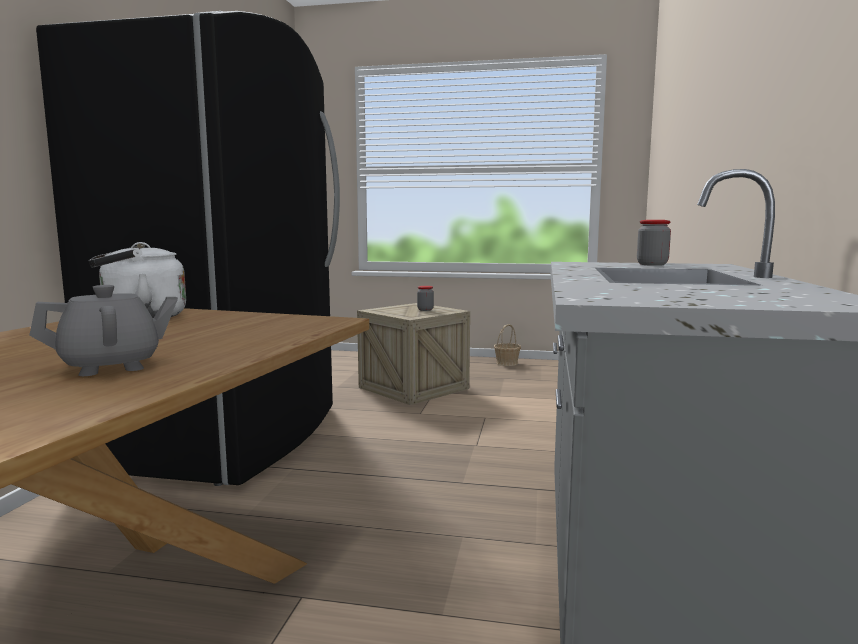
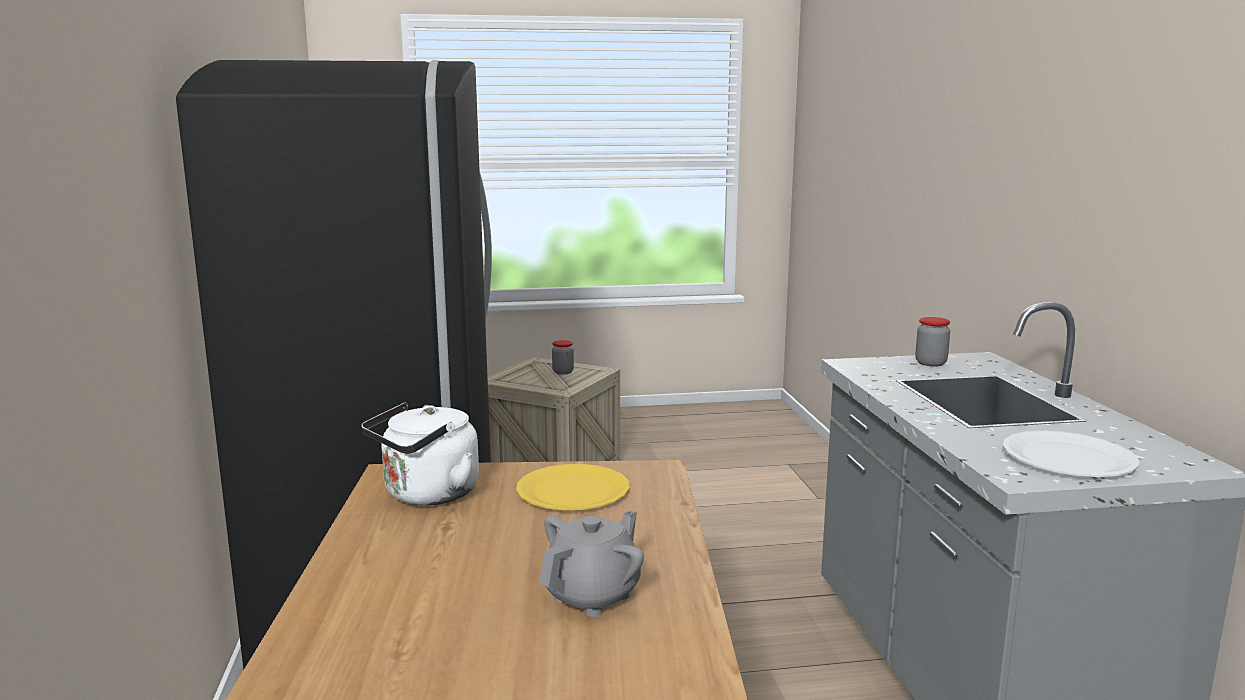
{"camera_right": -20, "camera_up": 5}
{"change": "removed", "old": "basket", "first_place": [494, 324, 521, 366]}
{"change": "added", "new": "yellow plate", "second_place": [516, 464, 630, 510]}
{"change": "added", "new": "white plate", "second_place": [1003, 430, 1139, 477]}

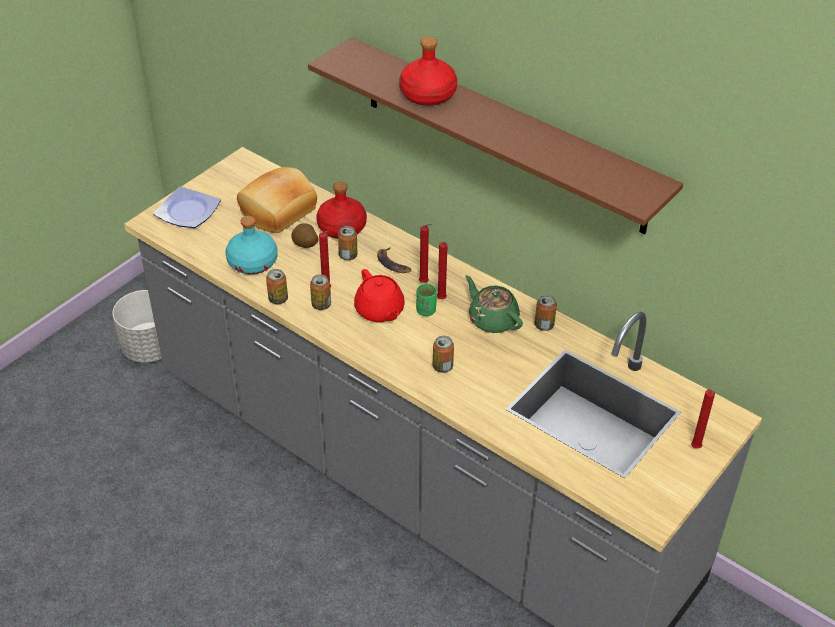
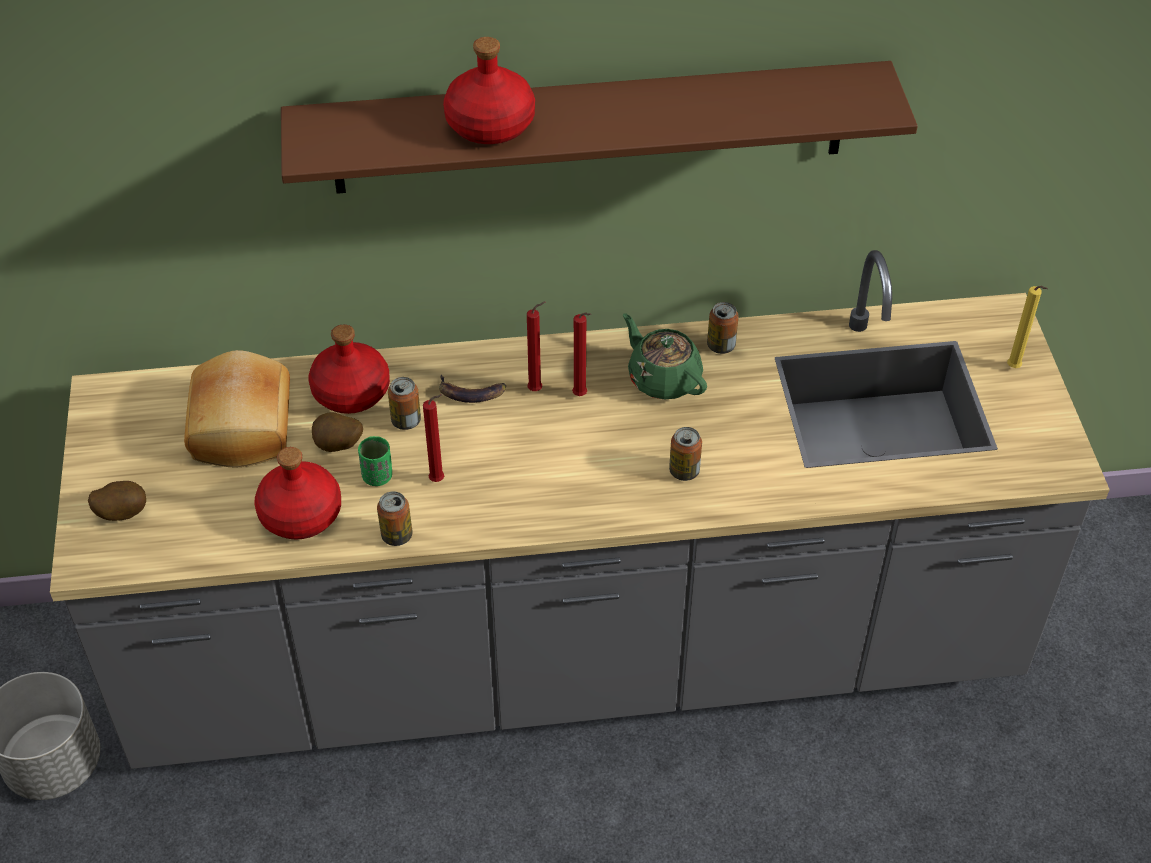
{"camera_right": -45, "camera_up": 5}
{"change": "removed", "old": "can", "first_place": [310, 274, 331, 310]}
{"change": "removed", "old": "red teapot", "first_place": [354, 269, 405, 322]}
{"change": "moved", "old": "green cup", "first_place": [416, 284, 437, 316], "second_place": [358, 436, 392, 486]}
{"change": "replaced", "old": "plate", "new": "potato", "first_place": [153, 186, 221, 228], "second_place": [88, 481, 146, 521]}
{"change": "recoloured", "old": "turquoise bottle", "new": "red bottle", "first_place": [225, 216, 278, 274], "second_place": [254, 447, 341, 540]}
{"change": "recoloured", "old": "red candle", "new": "yellow candle", "first_place": [691, 390, 715, 449], "second_place": [1007, 286, 1048, 368]}
{"change": "turned", "old": "green teapot", "first_place": [465, 275, 523, 333], "second_place": [623, 313, 707, 400], "degrees": 45}

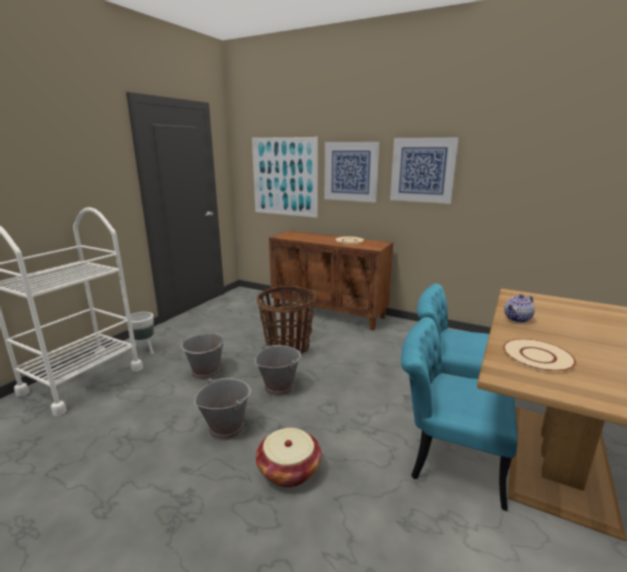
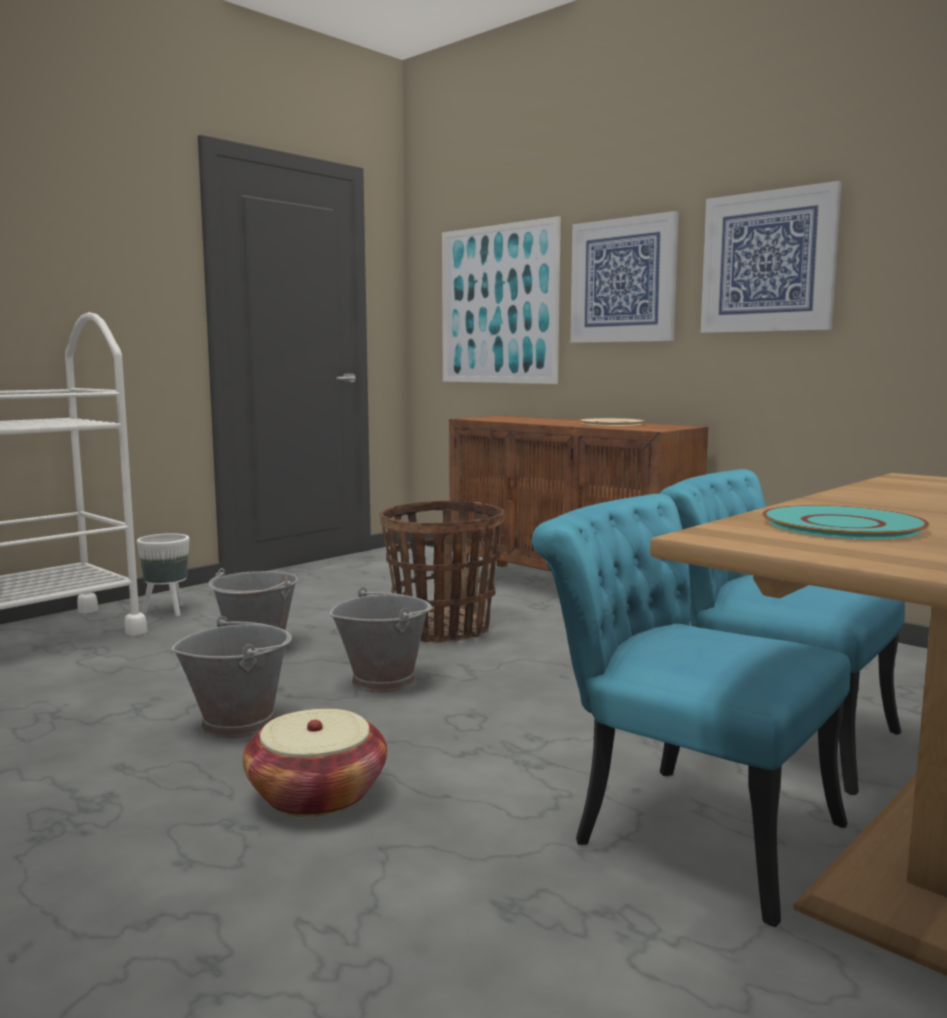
{"camera_right": 15, "camera_up": -10}
{"change": "removed", "old": "teapot", "first_place": [504, 294, 535, 323]}
{"change": "recoloured", "old": "beige plate", "new": "turquoise plate", "first_place": [503, 339, 576, 372], "second_place": [762, 505, 930, 540]}

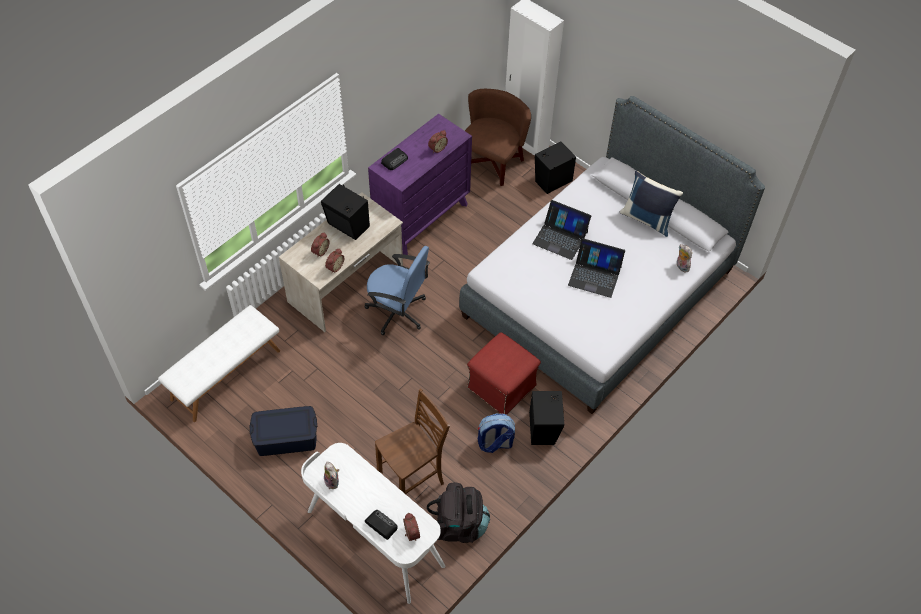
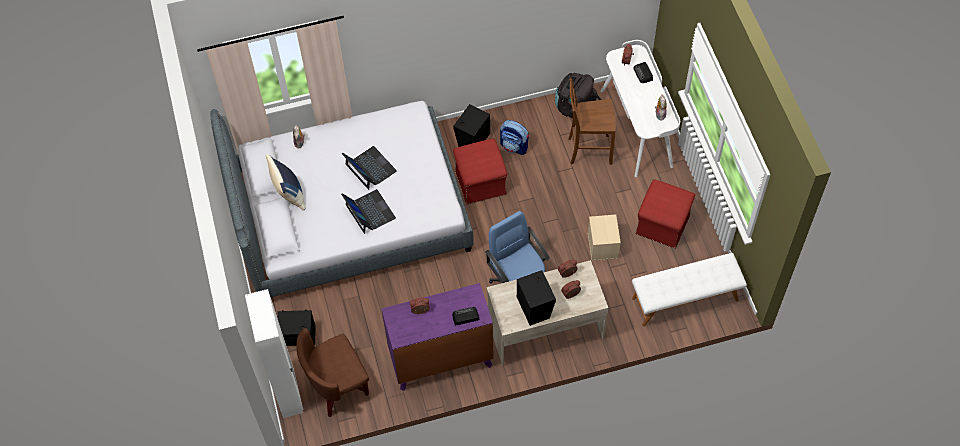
{"camera_right": -145, "camera_up": 5}
{"change": "added", "new": "beige storage box", "second_place": [588, 215, 621, 261]}
{"change": "replaced", "old": "blue storage box", "new": "red ottoman", "first_place": [250, 406, 317, 456], "second_place": [636, 179, 695, 248]}

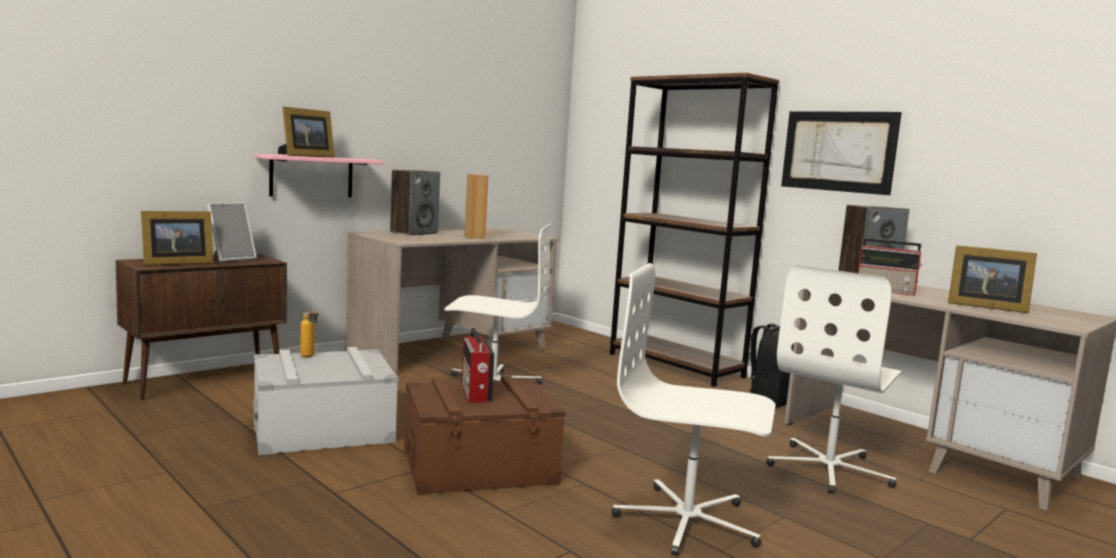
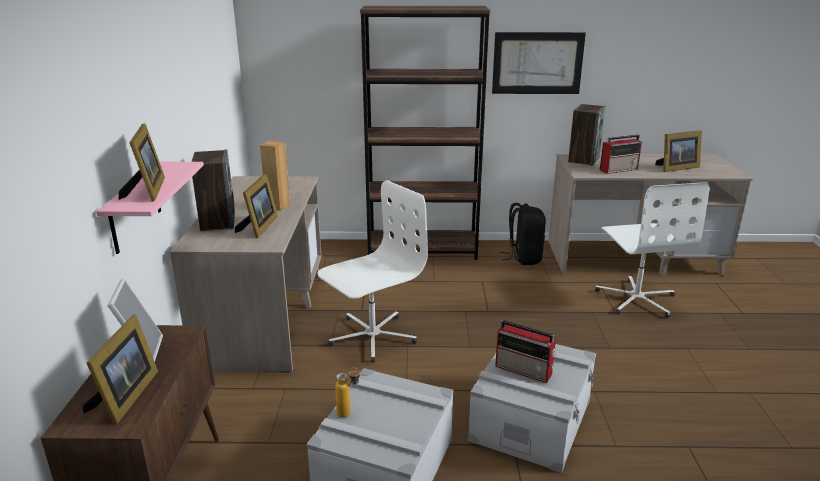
{"camera_right": -45, "camera_up": 15}
{"change": "removed", "old": "white office chair", "first_place": [612, 263, 776, 556]}
{"change": "added", "new": "picture frame", "second_place": [235, 174, 278, 238]}
{"change": "recoloured", "old": "brown storage box", "new": "grey storage box", "first_place": [404, 376, 565, 495], "second_place": [468, 344, 596, 473]}

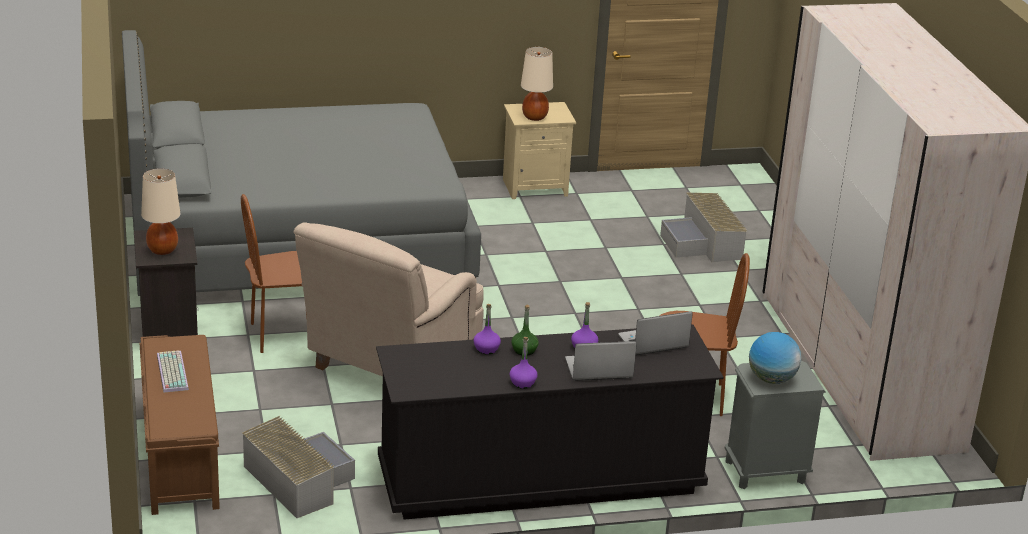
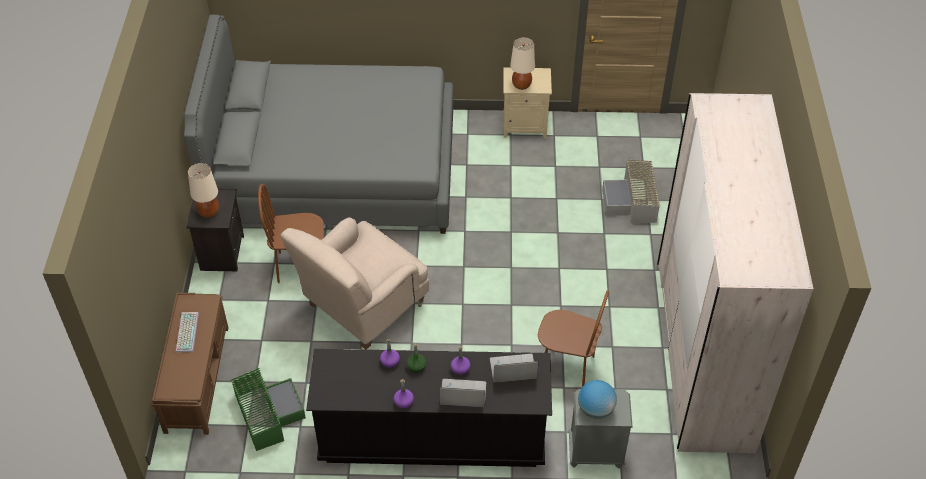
{"camera_right": 15, "camera_up": 20}
{"change": "recoloured", "old": "grey storage box", "new": "green storage box", "first_place": [242, 416, 355, 518], "second_place": [231, 368, 306, 451]}

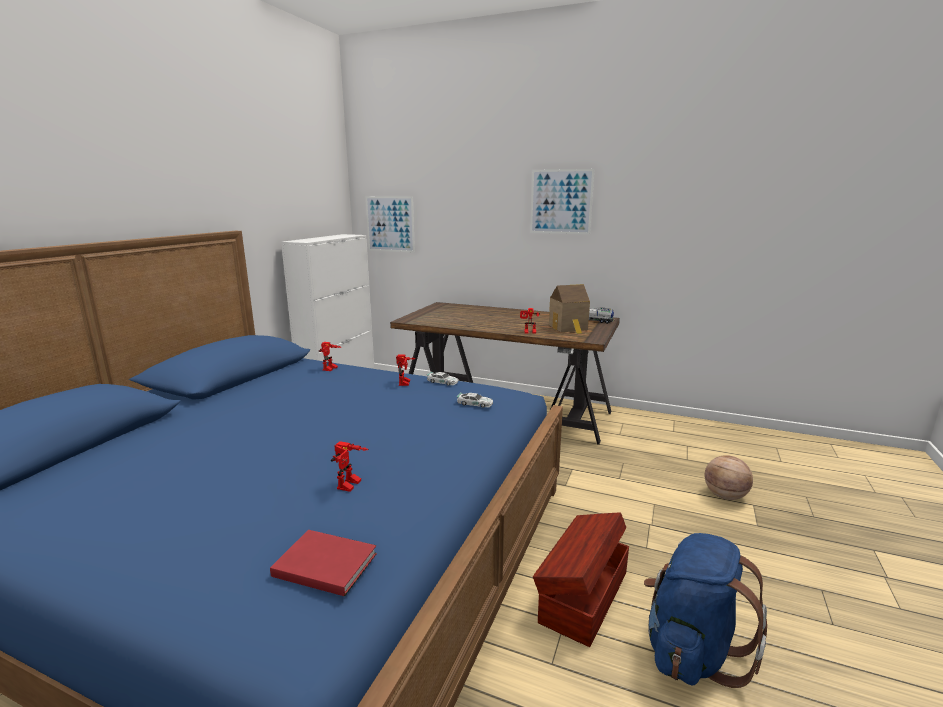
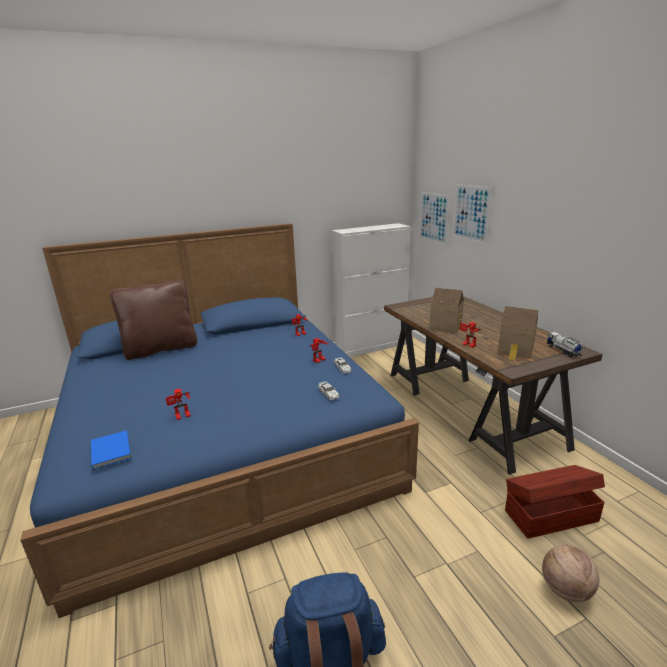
{"camera_right": 45, "camera_up": 5}
{"change": "added", "new": "brown pillow", "second_place": [110, 280, 197, 360]}
{"change": "added", "new": "toy house", "second_place": [429, 288, 464, 333]}
{"change": "moved", "old": "picture", "first_place": [530, 169, 595, 235], "second_place": [453, 184, 493, 244]}
{"change": "moved", "old": "brown storage box", "first_place": [533, 512, 629, 647], "second_place": [505, 465, 605, 539]}
{"change": "recoloured", "old": "red book", "new": "blue book", "first_place": [270, 530, 377, 596], "second_place": [91, 430, 132, 470]}

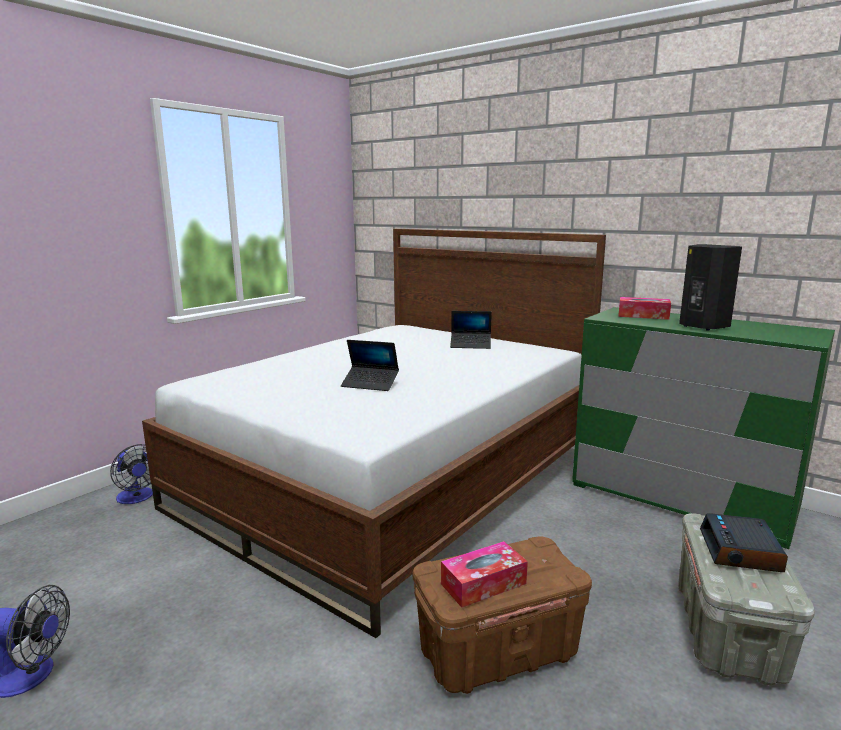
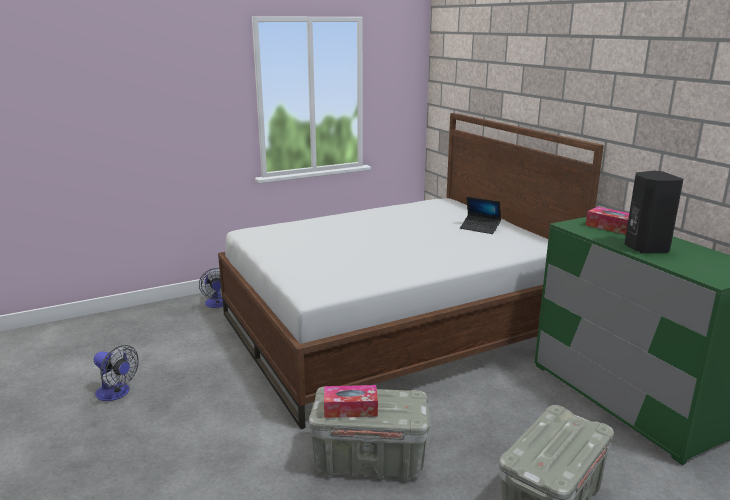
{"camera_right": 25, "camera_up": 5}
{"change": "removed", "old": "laptop", "first_place": [341, 340, 399, 391]}
{"change": "removed", "old": "alarm clock", "first_place": [700, 513, 788, 572]}
{"change": "recoloured", "old": "brown storage box", "new": "grey storage box", "first_place": [413, 537, 592, 694], "second_place": [309, 387, 430, 480]}

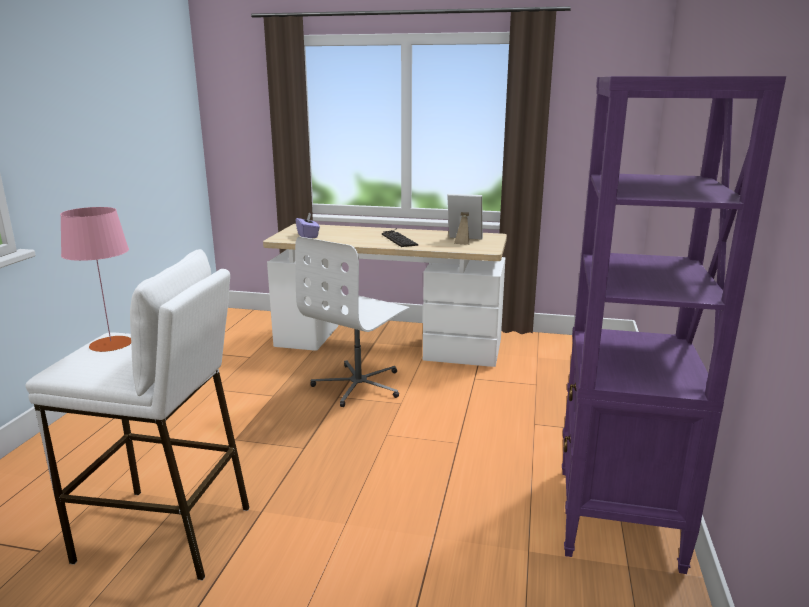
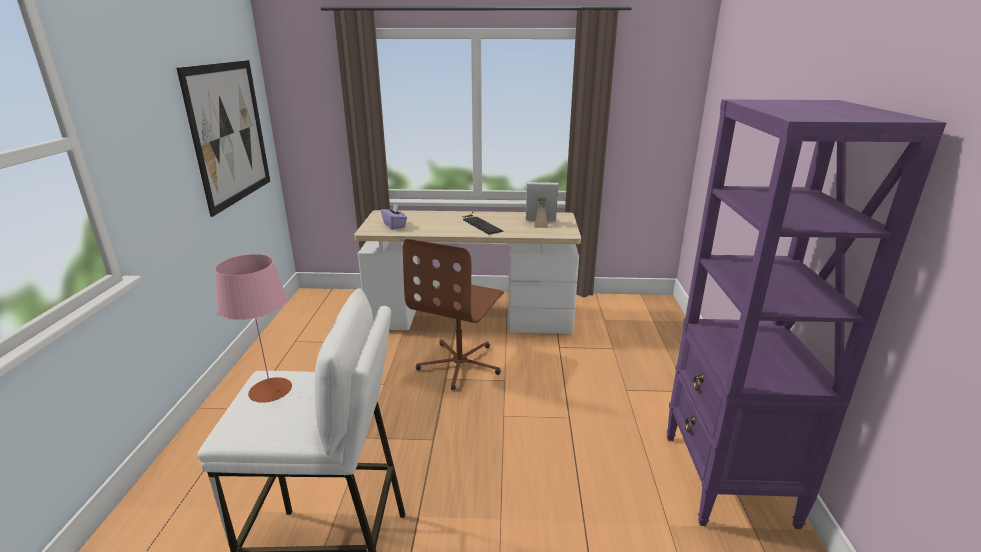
{"camera_right": -10, "camera_up": 5}
{"change": "added", "new": "picture", "second_place": [177, 60, 270, 217]}
{"change": "recoloured", "old": "white office chair", "new": "brown office chair", "first_place": [295, 236, 410, 407], "second_place": [403, 239, 504, 390]}

